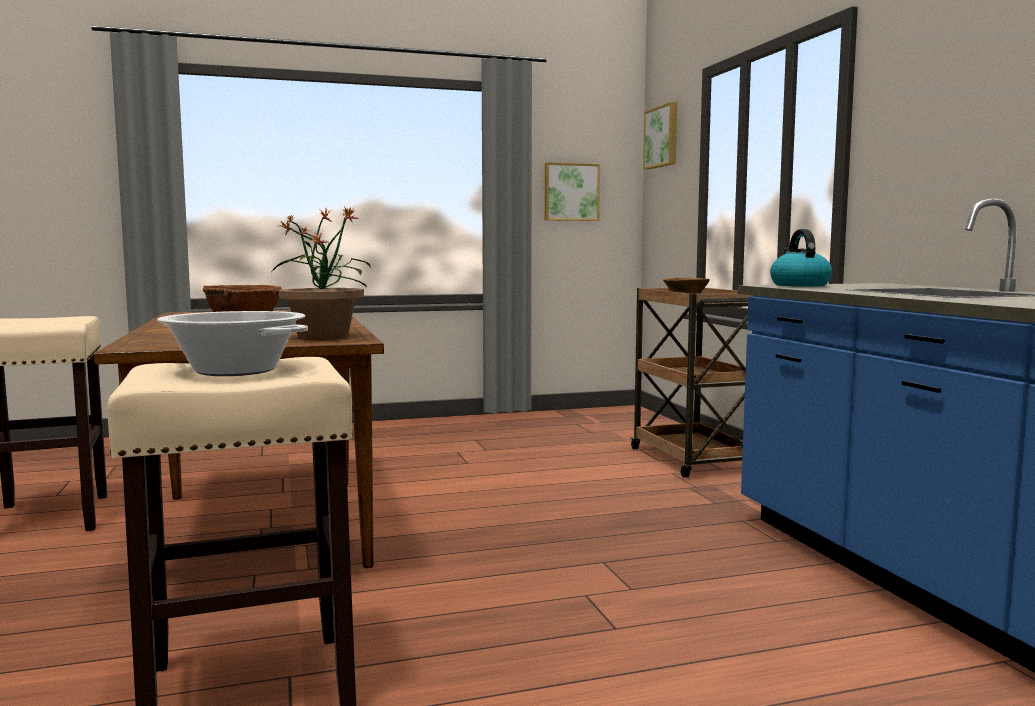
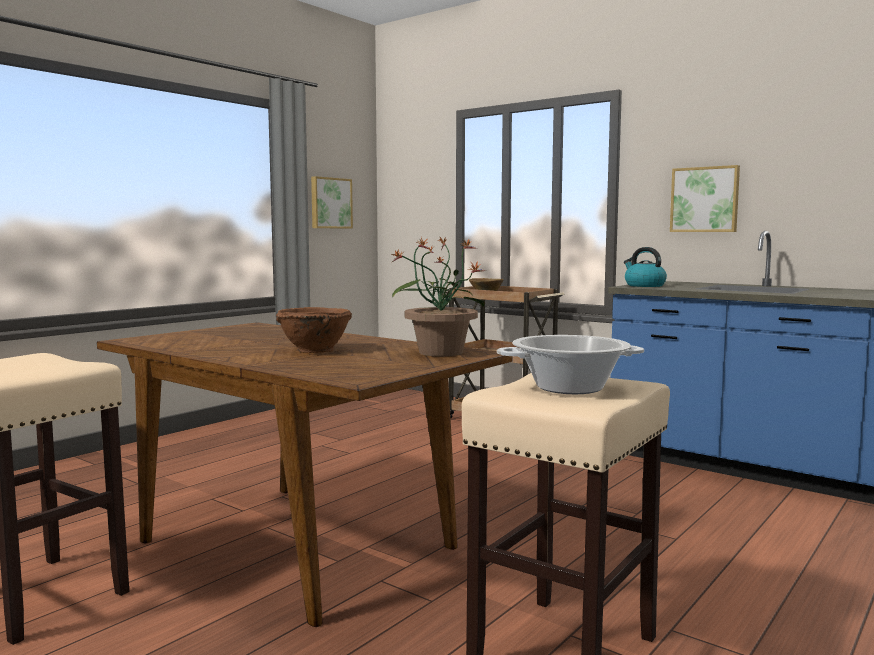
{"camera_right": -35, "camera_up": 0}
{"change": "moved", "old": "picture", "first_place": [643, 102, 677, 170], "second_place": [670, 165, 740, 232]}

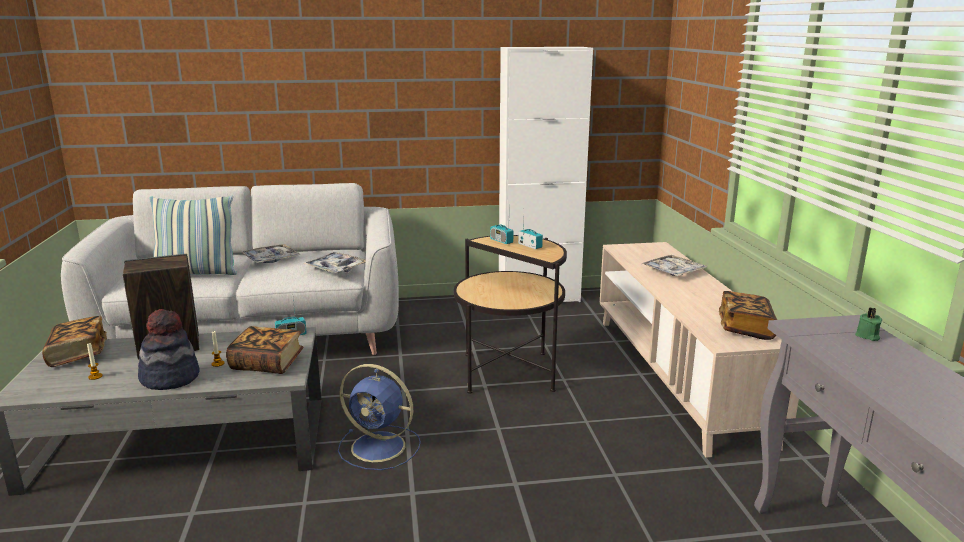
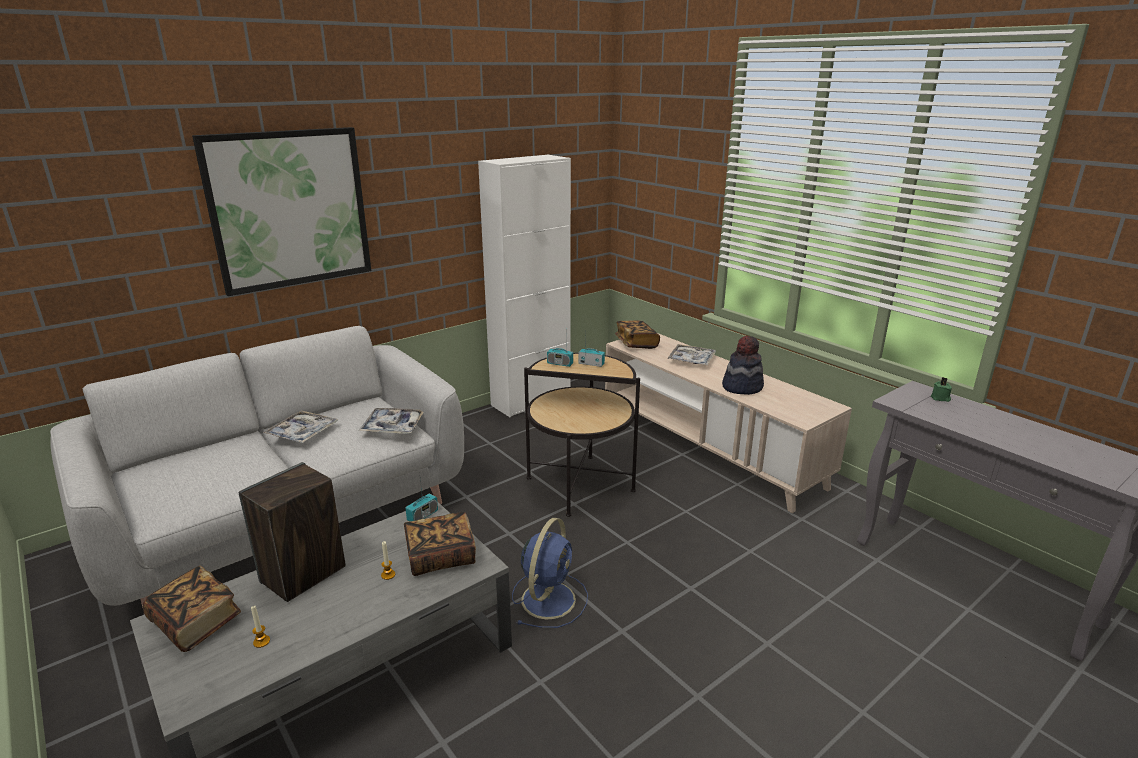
{"camera_right": -30, "camera_up": 5}
{"change": "removed", "old": "pillow", "first_place": [150, 195, 237, 275]}
{"change": "added", "new": "picture", "second_place": [192, 127, 371, 296]}
{"change": "moved", "old": "hat", "first_place": [138, 309, 199, 390], "second_place": [722, 336, 764, 395]}
{"change": "moved", "old": "book", "first_place": [719, 291, 777, 340], "second_place": [615, 321, 660, 349]}
{"change": "turned", "old": "blue fan", "first_place": [338, 364, 421, 470], "second_place": [512, 518, 588, 628], "degrees": -60}

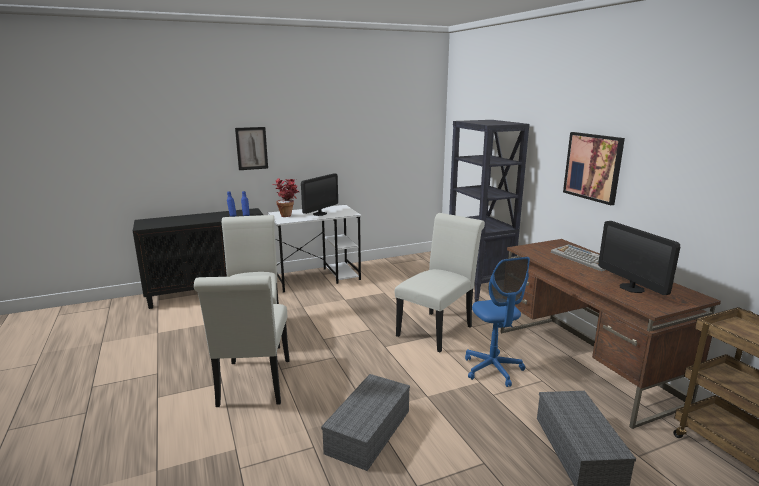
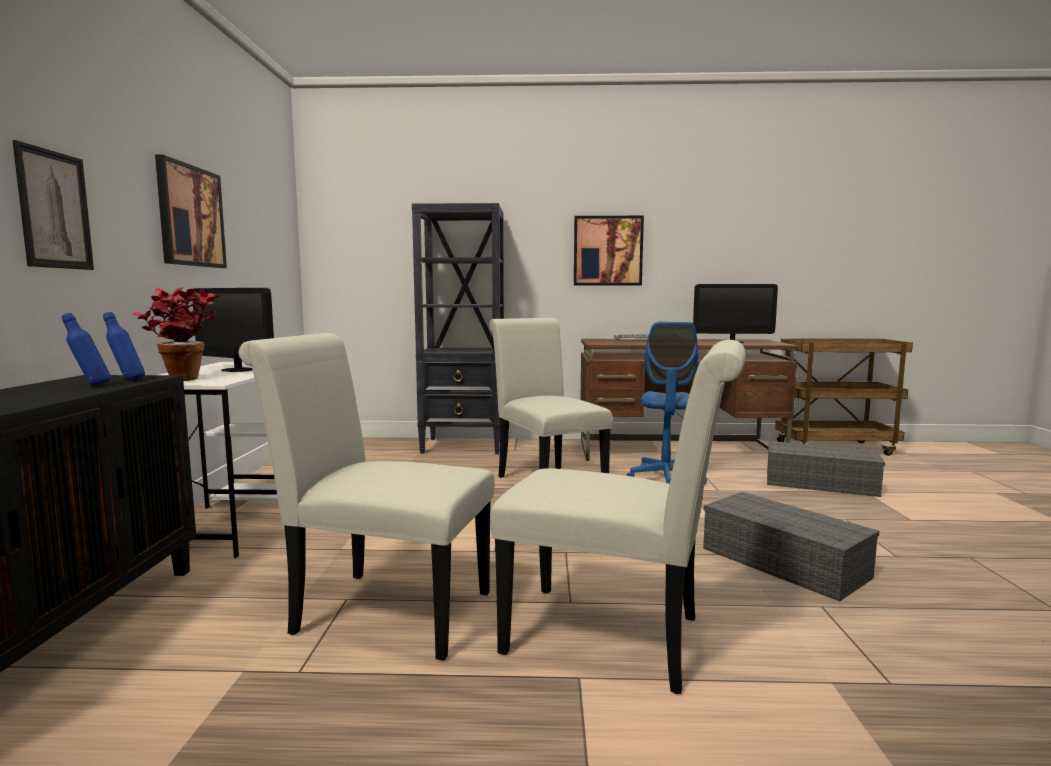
{"camera_right": -65, "camera_up": -10}
{"change": "added", "new": "picture", "second_place": [155, 155, 227, 268]}
{"change": "turned", "old": "monitor", "first_place": [301, 173, 338, 216], "second_place": [192, 288, 274, 372], "degrees": 150}
{"change": "turned", "old": "blue office chair", "first_place": [465, 257, 530, 387], "second_place": [626, 322, 707, 484], "degrees": 90}

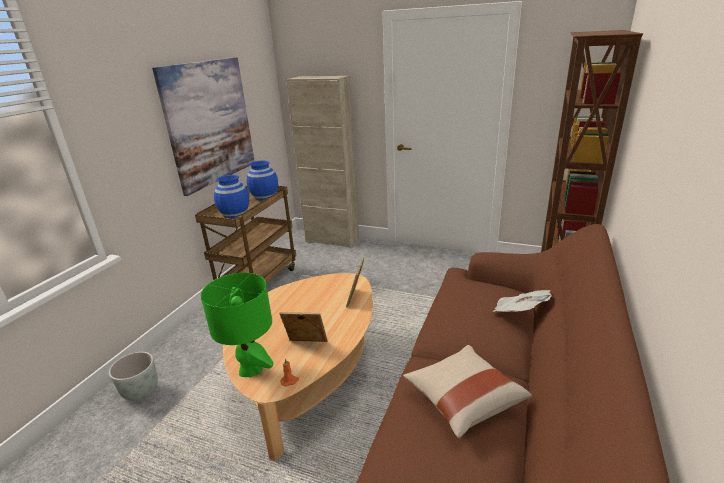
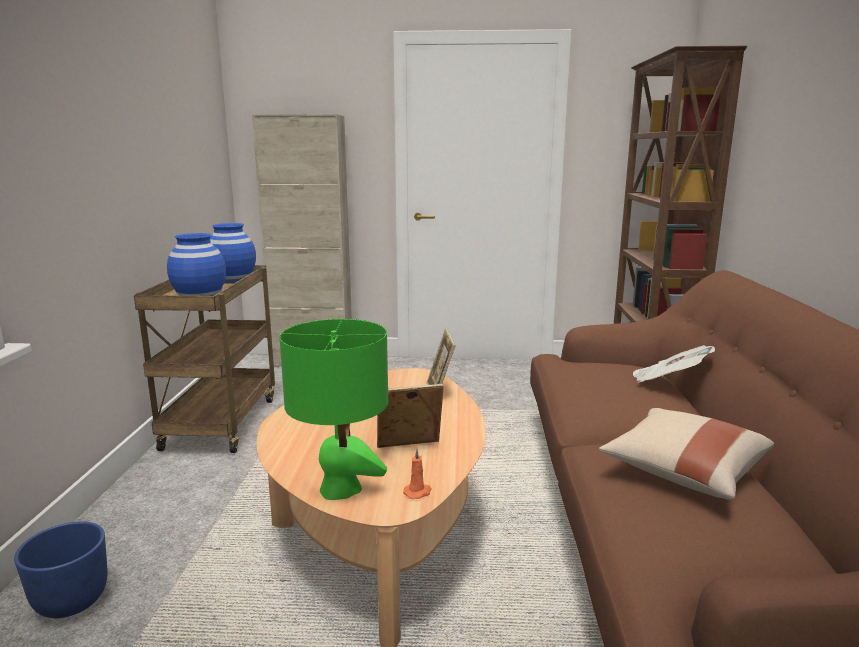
{"camera_right": -20, "camera_up": -10}
{"change": "removed", "old": "picture", "first_place": [152, 57, 255, 196]}
{"change": "recoloured", "old": "grey planter", "new": "blue planter", "first_place": [109, 352, 158, 401], "second_place": [14, 521, 108, 618]}

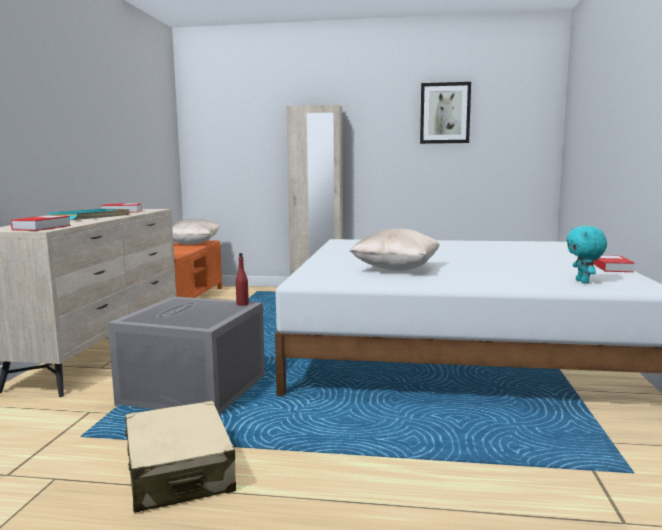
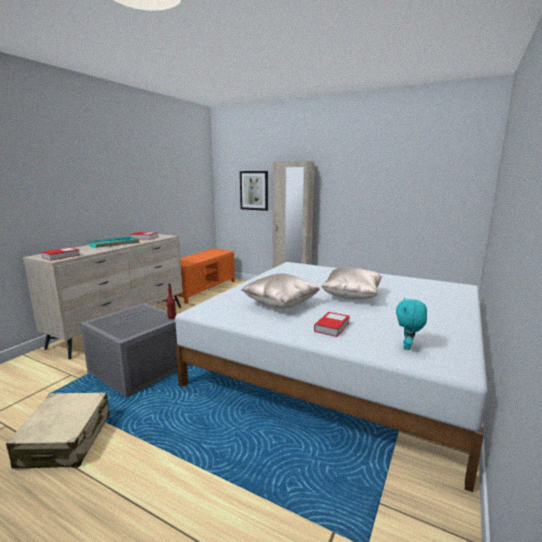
{"camera_right": 20, "camera_up": 5}
{"change": "moved", "old": "beige pillow", "first_place": [172, 219, 220, 245], "second_place": [321, 268, 382, 300]}
{"change": "moved", "old": "picture", "first_place": [420, 82, 471, 144], "second_place": [240, 171, 268, 211]}
{"change": "moved", "old": "book", "first_place": [593, 255, 635, 272], "second_place": [314, 312, 350, 337]}

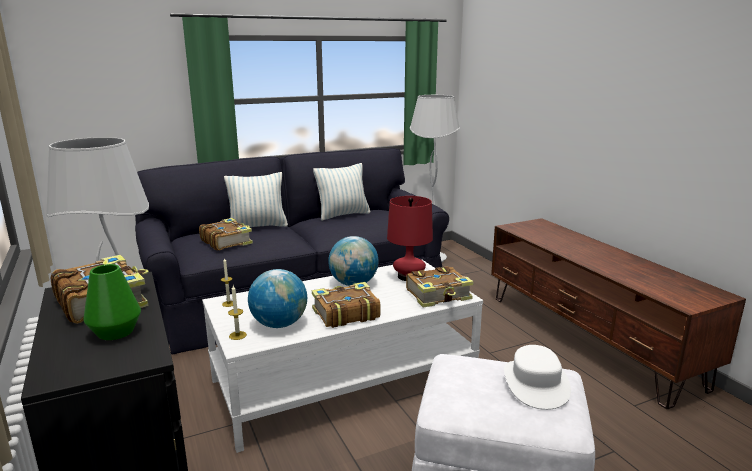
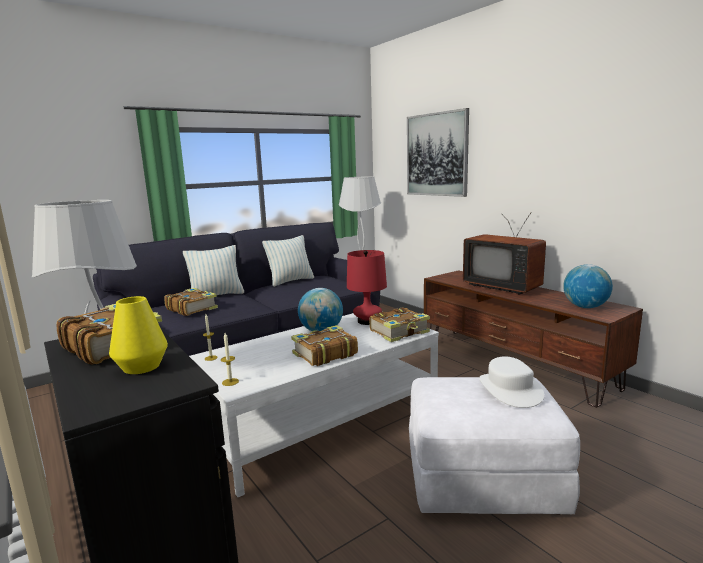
{"camera_right": -10, "camera_up": -5}
{"change": "added", "new": "picture", "second_place": [407, 108, 469, 197]}
{"change": "added", "new": "television", "second_place": [463, 212, 546, 295]}
{"change": "moved", "old": "globe", "first_place": [248, 269, 307, 328], "second_place": [563, 264, 613, 308]}
{"change": "recoloured", "old": "green vase", "new": "yellow vase", "first_place": [83, 264, 141, 340], "second_place": [109, 296, 168, 374]}

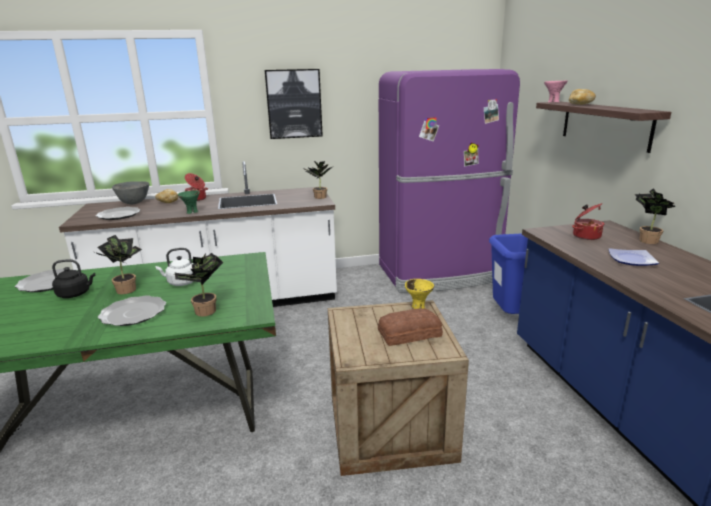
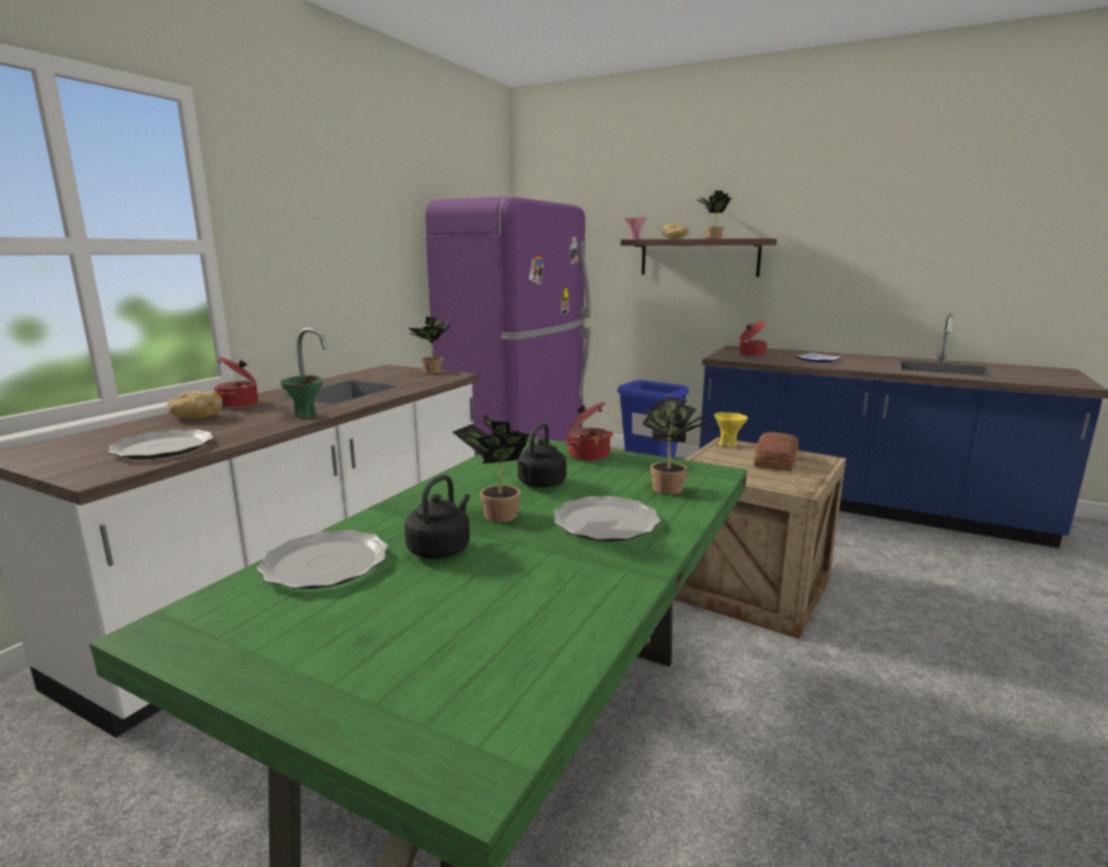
{"camera_right": -50, "camera_up": -5}
{"change": "removed", "old": "grey bowl", "first_place": [112, 181, 149, 204]}
{"change": "removed", "old": "picture", "first_place": [265, 69, 323, 139]}
{"change": "added", "new": "cooking pot", "second_place": [564, 402, 613, 461]}
{"change": "moved", "old": "potted plant", "first_place": [635, 188, 676, 244], "second_place": [696, 191, 732, 239]}
{"change": "recoloured", "old": "white kettle", "new": "black kettle", "first_place": [155, 248, 194, 286], "second_place": [518, 423, 567, 488]}

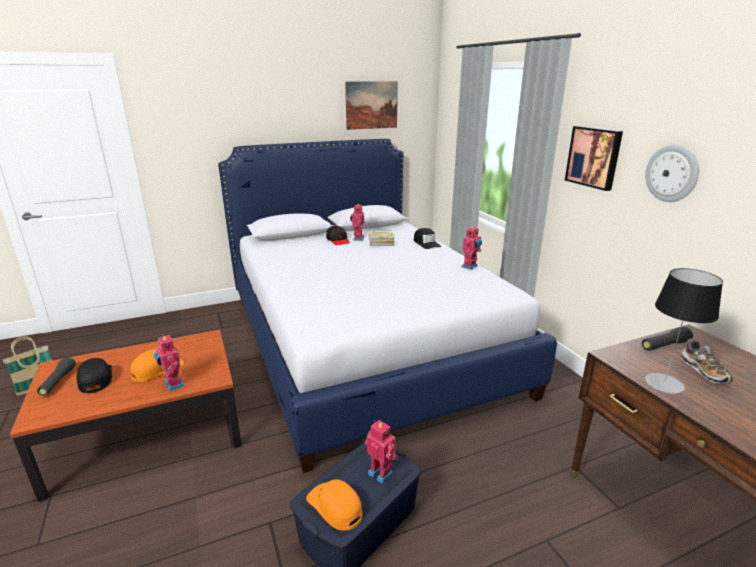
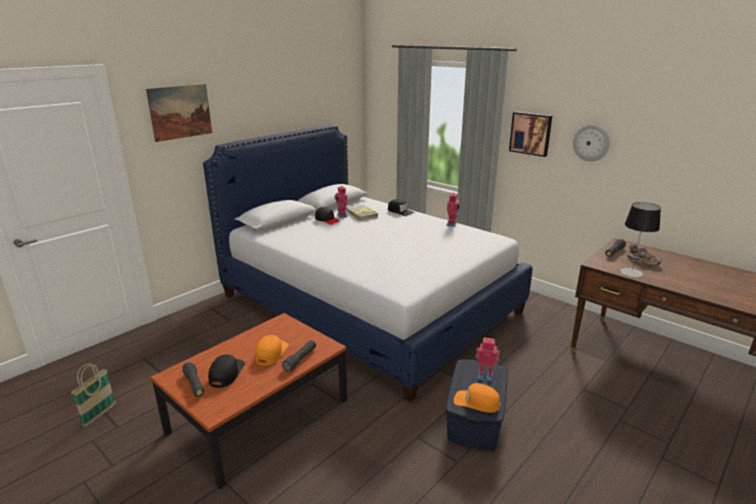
{"camera_right": -25, "camera_up": 0}
{"change": "moved", "old": "picture", "first_place": [345, 81, 398, 130], "second_place": [146, 84, 212, 142]}
{"change": "replaced", "old": "toy robot", "new": "black flashlight", "first_place": [154, 334, 185, 391], "second_place": [282, 340, 316, 372]}
{"change": "turned", "old": "black cap", "first_place": [77, 358, 112, 393], "second_place": [208, 354, 245, 388], "degrees": 60}

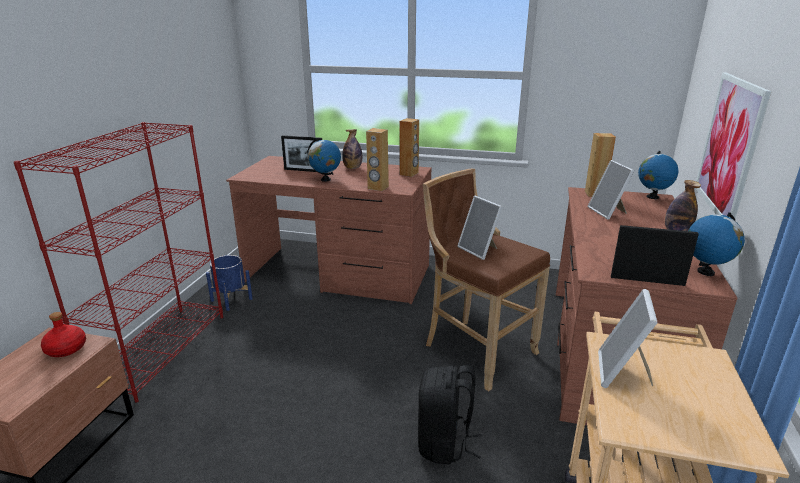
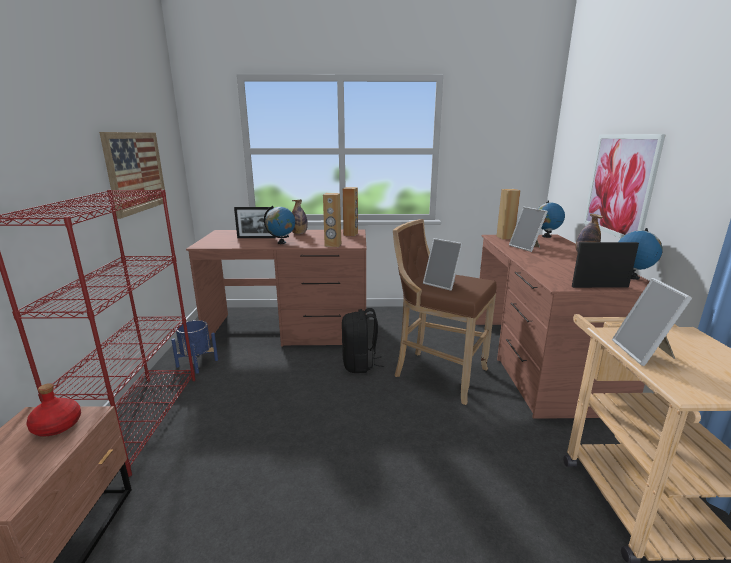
{"camera_right": -15, "camera_up": -5}
{"change": "added", "new": "picture", "second_place": [99, 132, 167, 219]}
{"change": "moved", "old": "black backpack", "first_place": [418, 365, 482, 465], "second_place": [342, 308, 384, 373]}

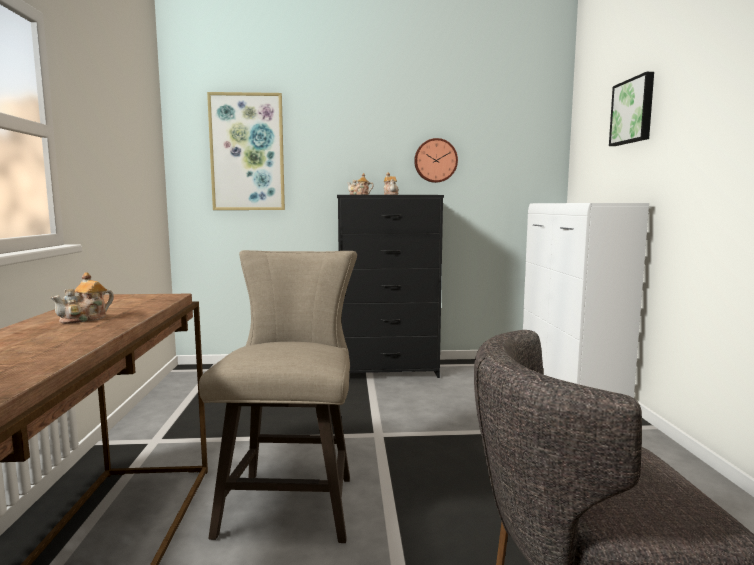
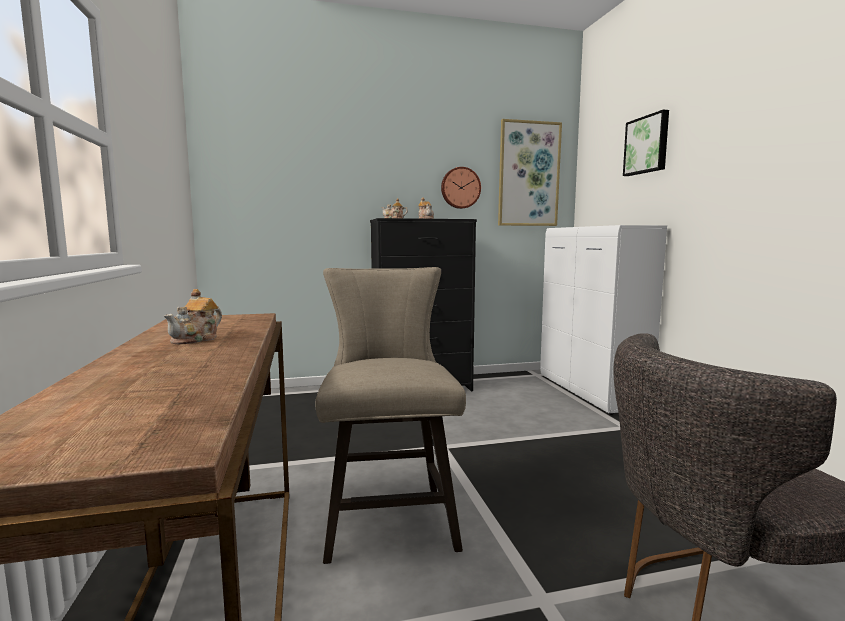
{"camera_right": -10, "camera_up": 0}
{"change": "moved", "old": "picture", "first_place": [207, 92, 285, 210], "second_place": [498, 119, 562, 226]}

